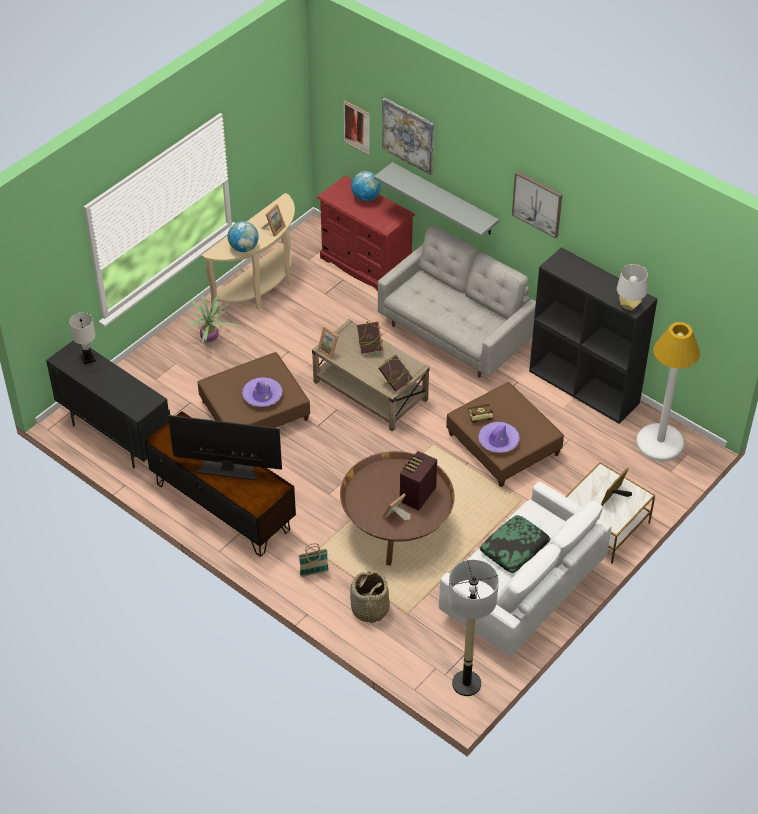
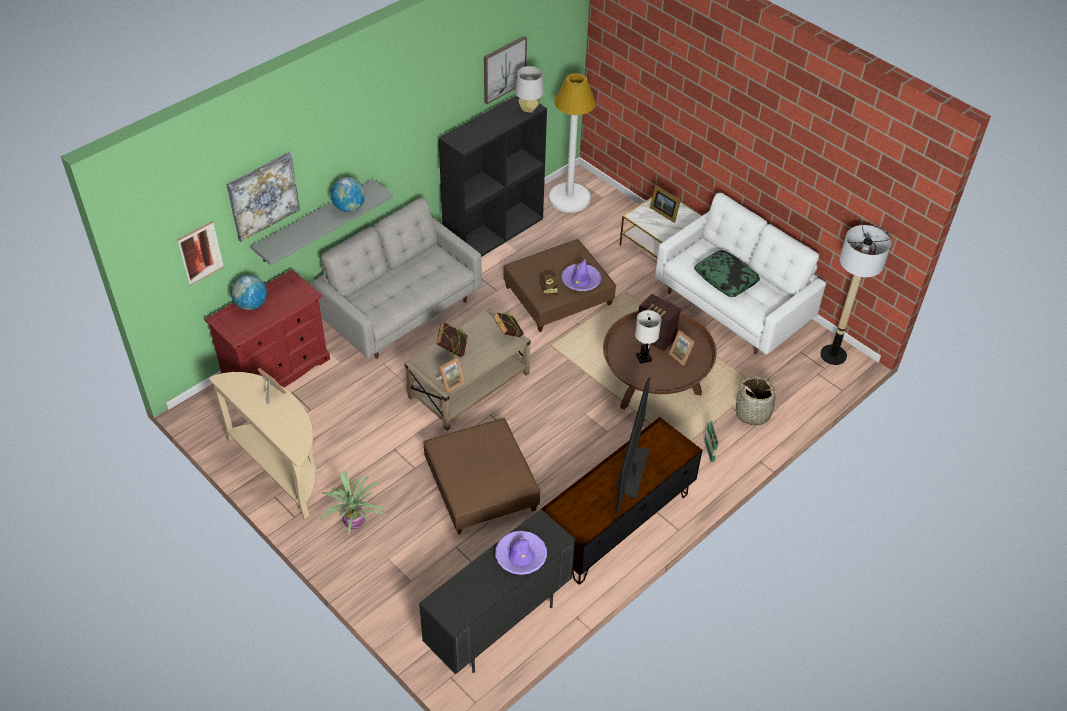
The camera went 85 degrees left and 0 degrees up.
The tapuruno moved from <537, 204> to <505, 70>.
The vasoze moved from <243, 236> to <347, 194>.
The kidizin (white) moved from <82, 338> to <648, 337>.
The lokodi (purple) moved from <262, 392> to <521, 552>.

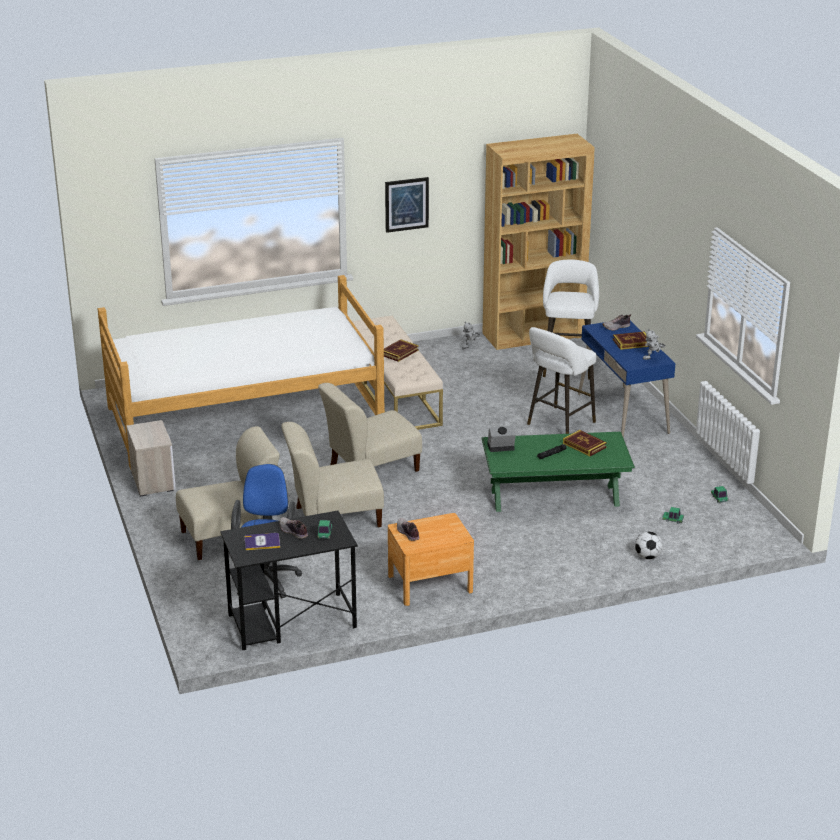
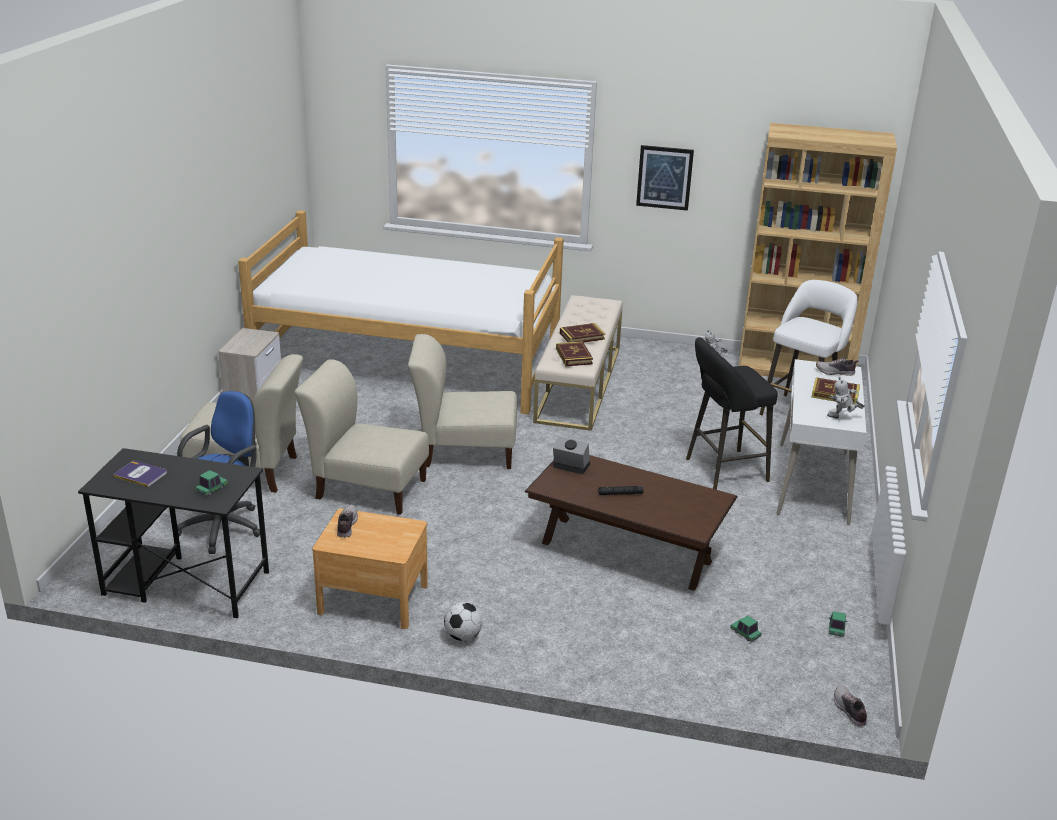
The camera went 30 degrees right and 0 degrees up.
The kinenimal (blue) at <627, 379> became the kinenimal (white) at <822, 442>.
The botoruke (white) at <561, 380> became the botoruke (black) at <732, 413>.
The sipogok moved from <585, 443> to <574, 353>.
The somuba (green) at <558, 472> became the somuba (brown) at <631, 523>.
The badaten moved from <293, 528> to <850, 706>.
The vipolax moved from <649, 545> to <463, 621>.

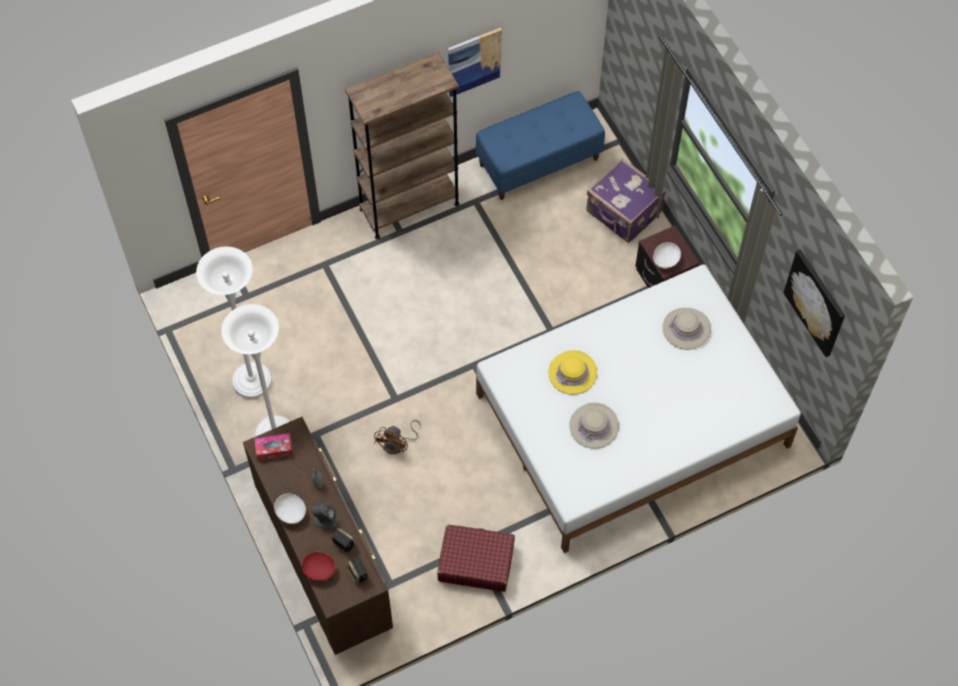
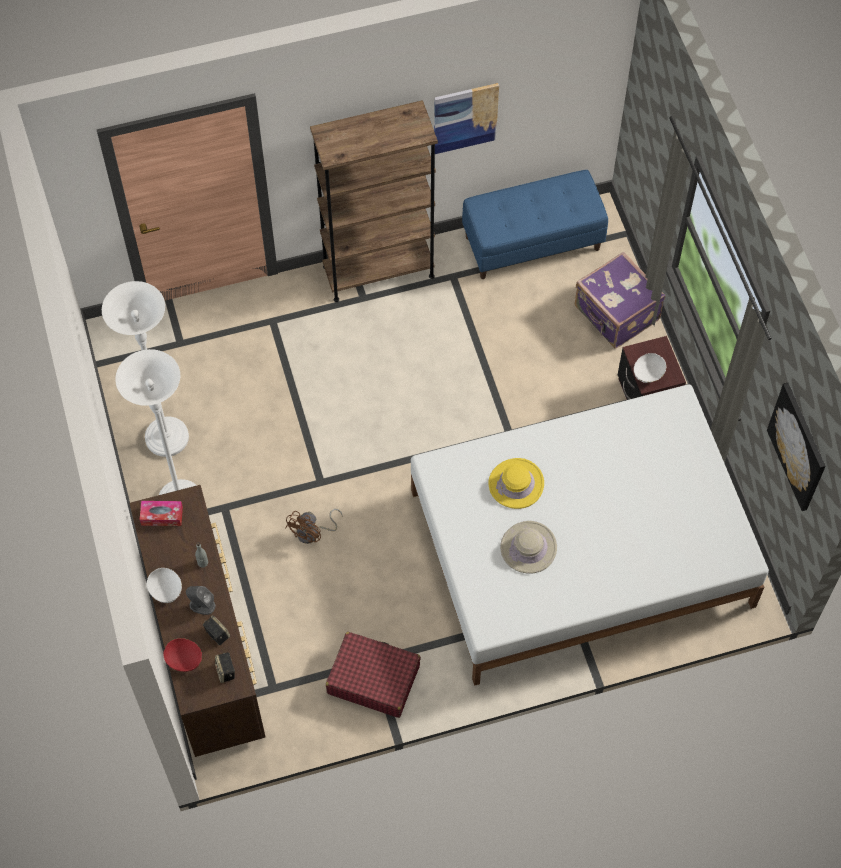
The camera went 10 degrees right and 0 degrees up.
The lokodi (beige) at <687, 329> disappeared.

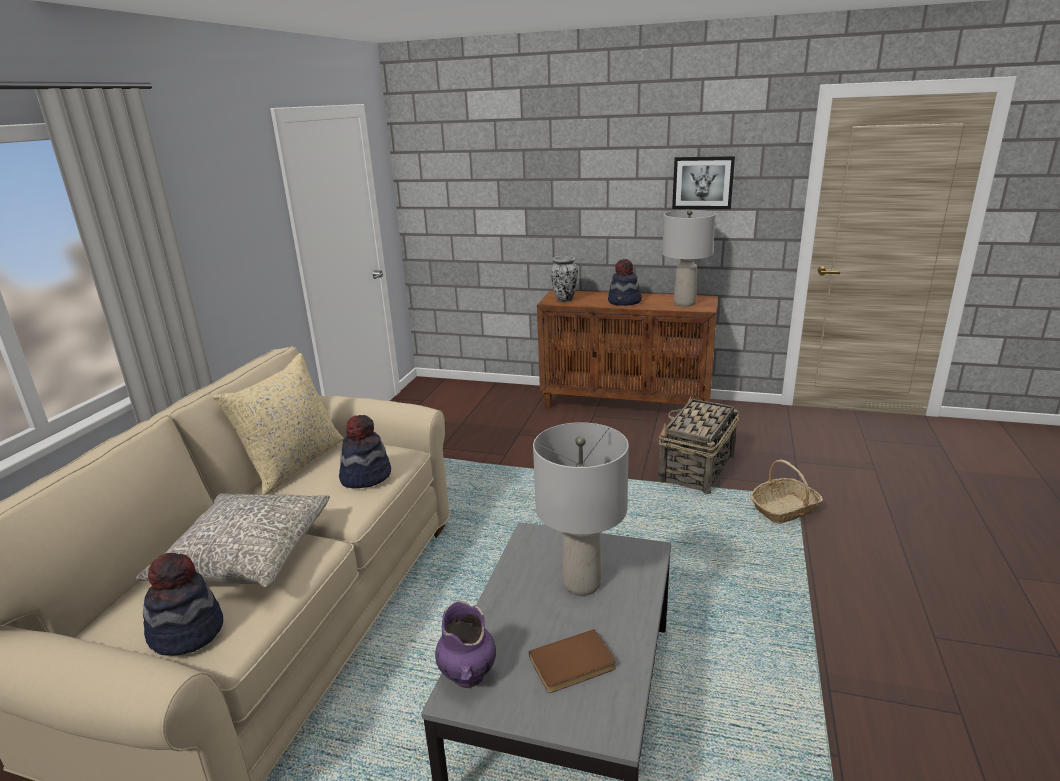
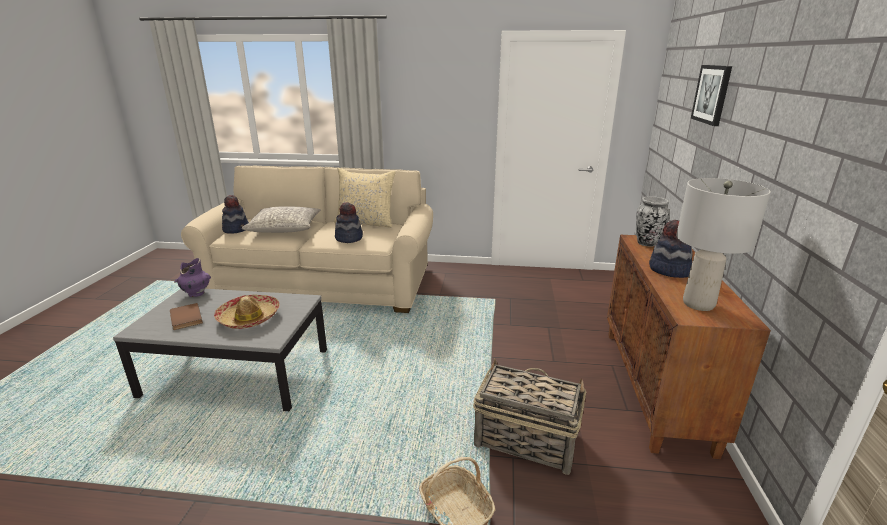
The camera went 80 degrees right and 0 degrees up.
The tapuruno moved from <703, 182> to <711, 95>.
The kidizin (grey) at <581, 509> was replaced by the lokodi at <247, 311>.

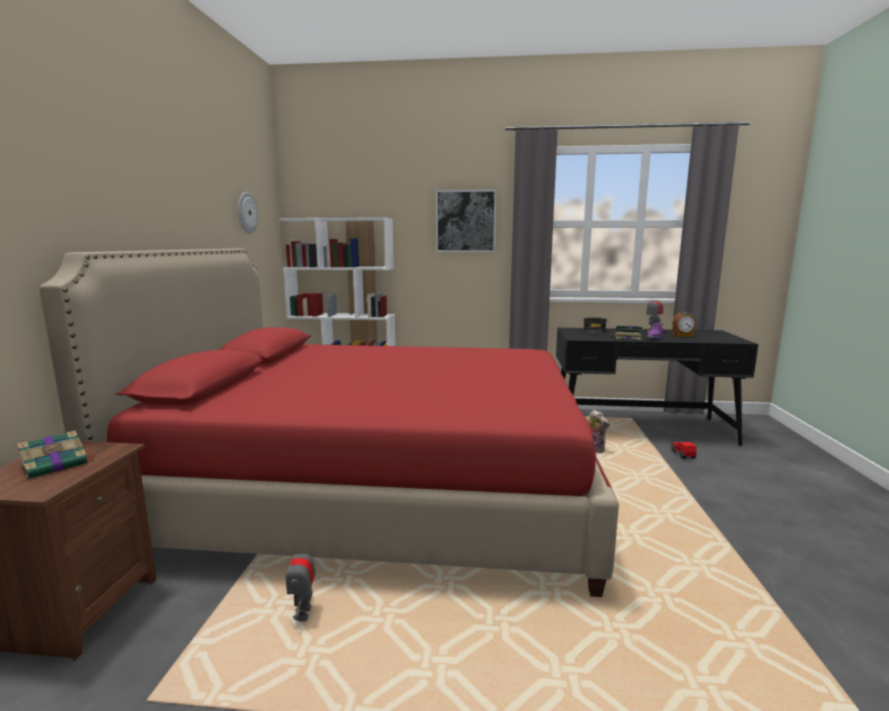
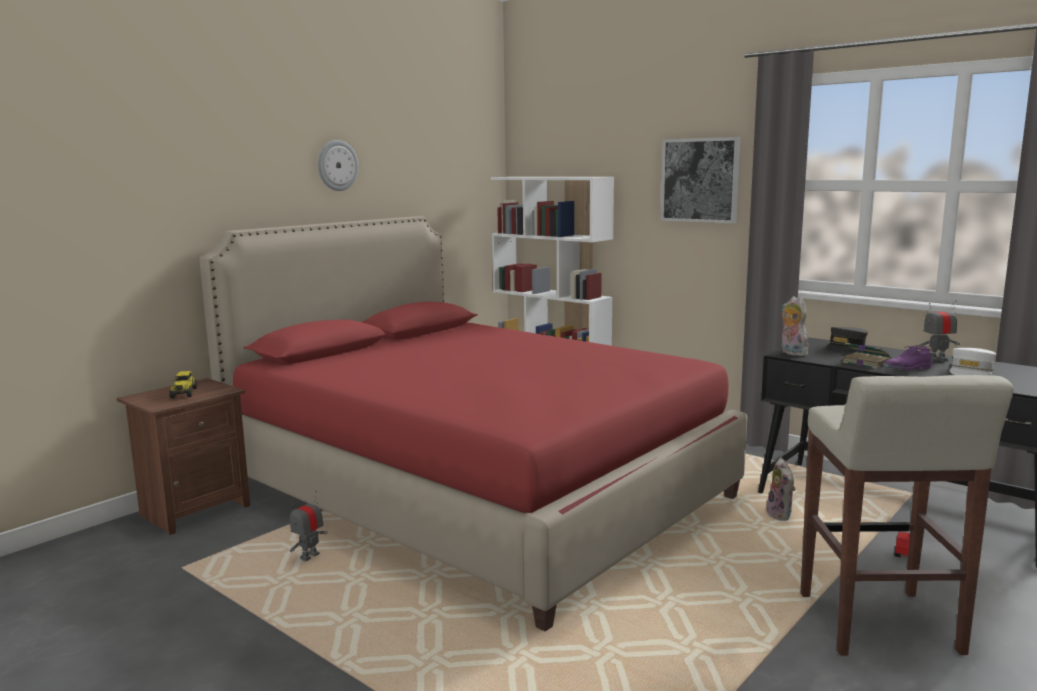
The camera went 35 degrees right and 0 degrees up.
The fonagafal moved from <248, 213> to <338, 165>.
The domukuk at <684, 324> was replaced by the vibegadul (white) at <972, 361>.
The sipogok at <56, 455> was replaced by the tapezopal at <183, 384>.
The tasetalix at <794, 326> appeared.
The botoruke (beige) at <907, 515> appeared.

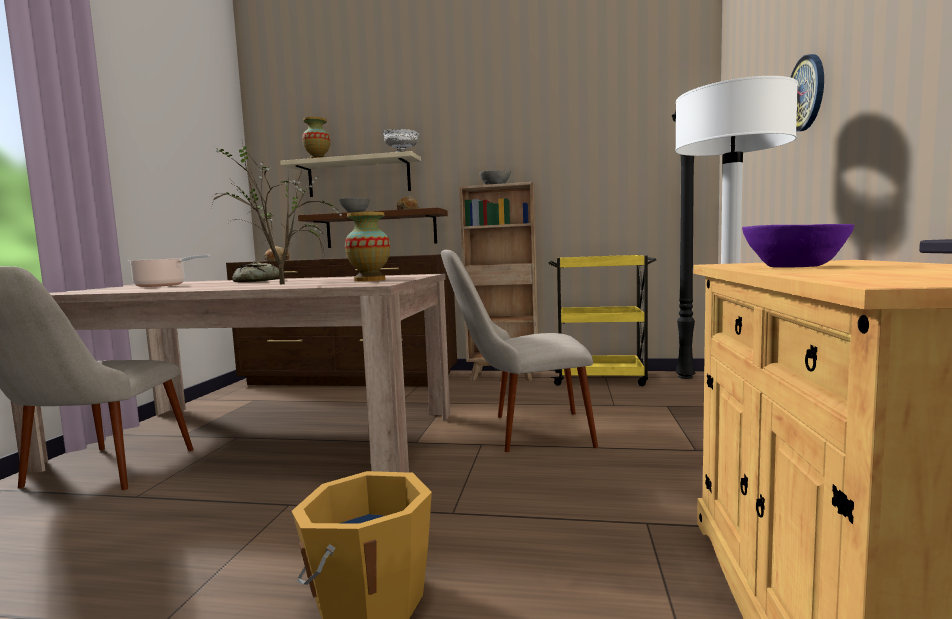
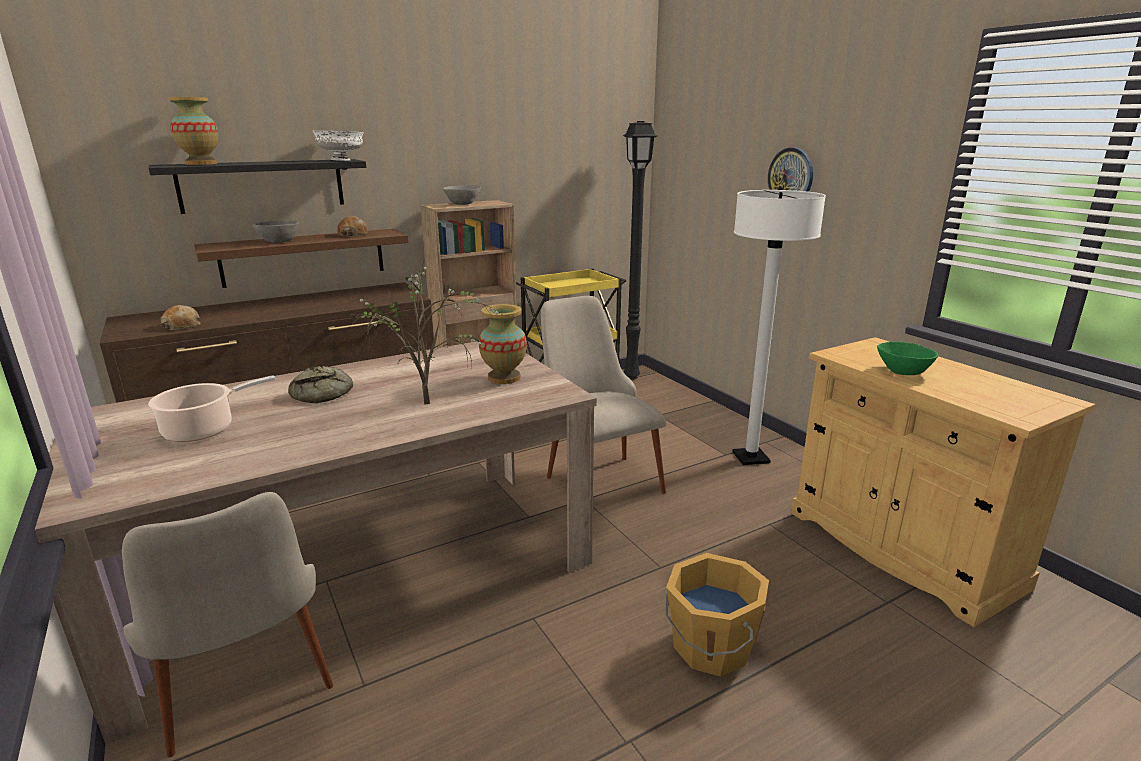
The camera went 40 degrees left and 15 degrees up.
The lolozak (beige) at <350, 174> became the lolozak (black) at <257, 186>.
The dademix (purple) at <798, 246> became the dademix (green) at <907, 358>.
The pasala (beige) at <519, 351> turned 105 degrees clockwise.

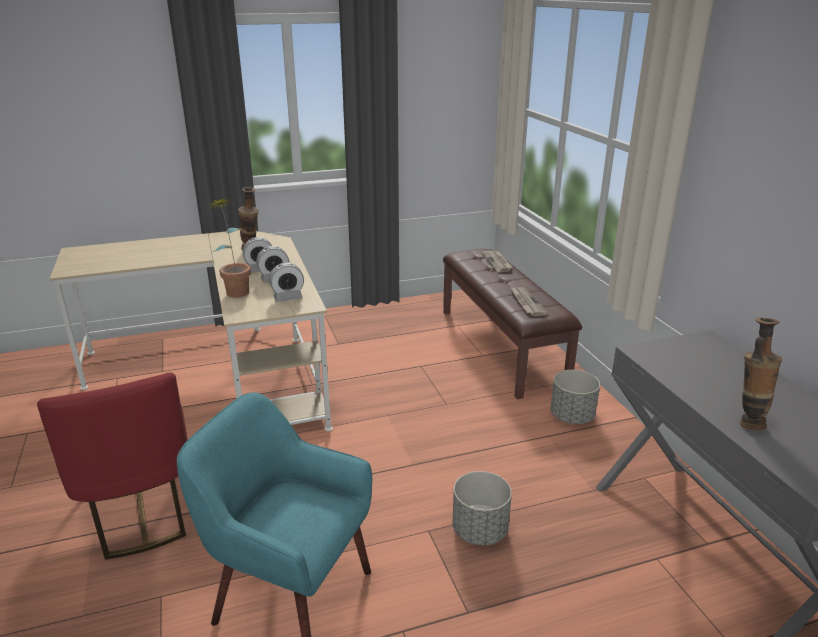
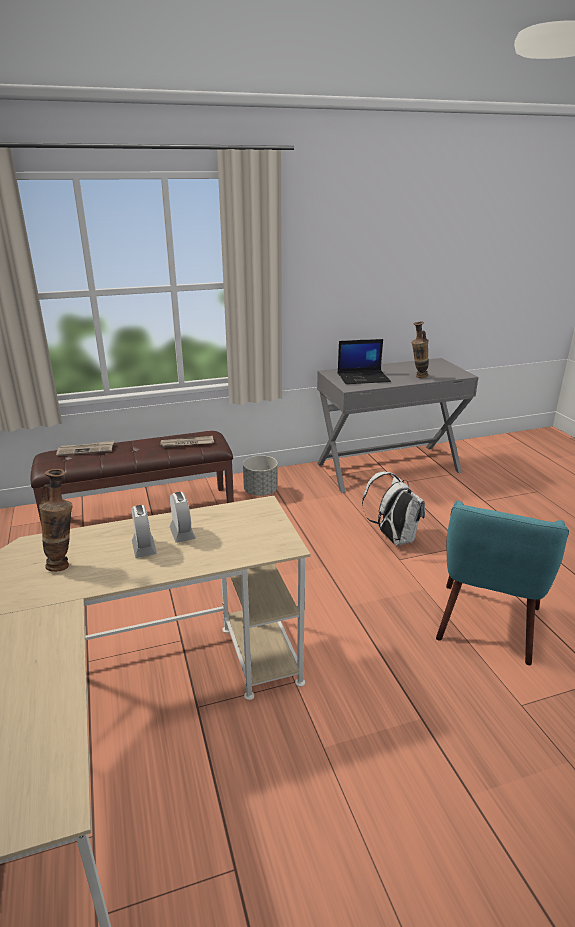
The camera went 90 degrees left and 0 degrees up.
The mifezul at <228, 247> disappeared.
The domukuk at <286, 282> disappeared.
The pasala (red) at <112, 466> disappeared.
The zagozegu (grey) at <482, 508> was replaced by the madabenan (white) at <393, 508>.
The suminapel at <364, 361> appeared.

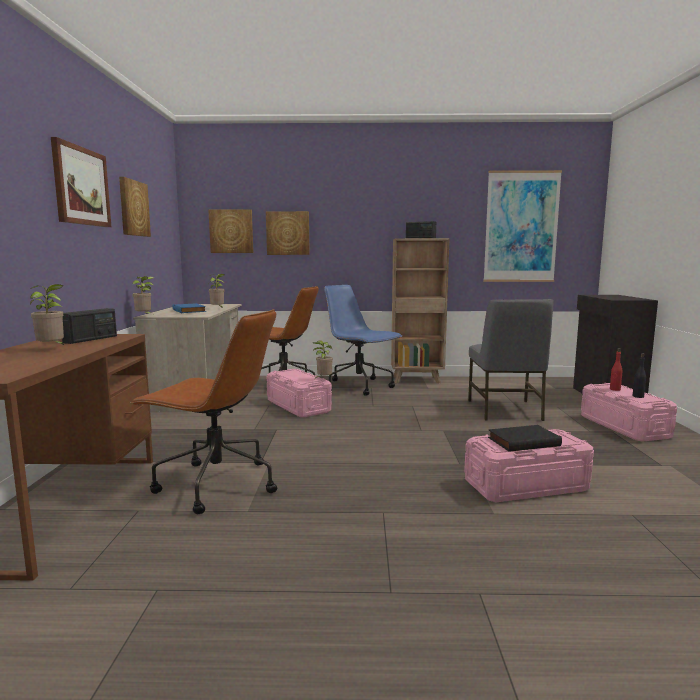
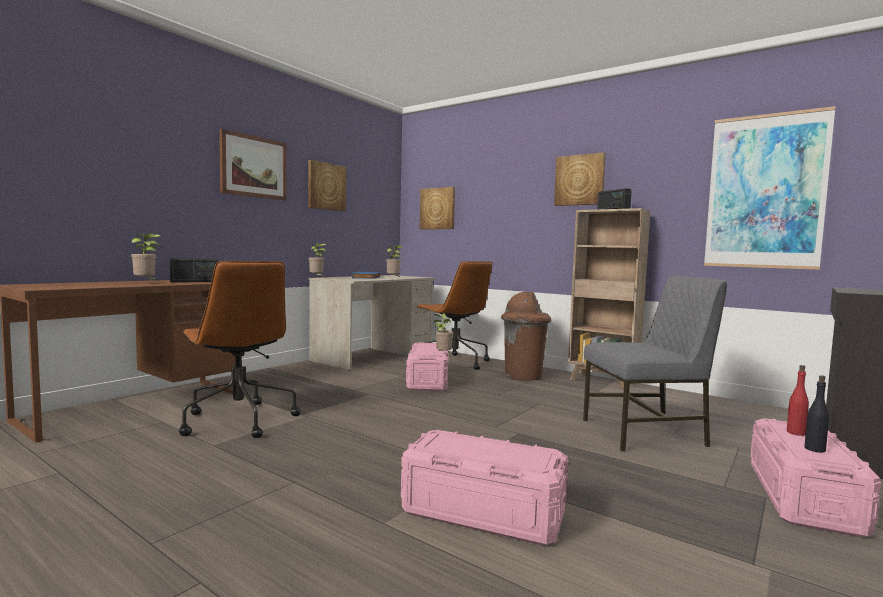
The camera went 35 degrees right and 5 degrees down.
The tapuruno moved from <288, 233> to <580, 179>.
The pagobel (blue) at <363, 340> was replaced by the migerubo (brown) at <526, 336>.
The pasala (grey) at <511, 360> turned 135 degrees counterclockwise.
The sipogok (black) at <525, 438> disappeared.

